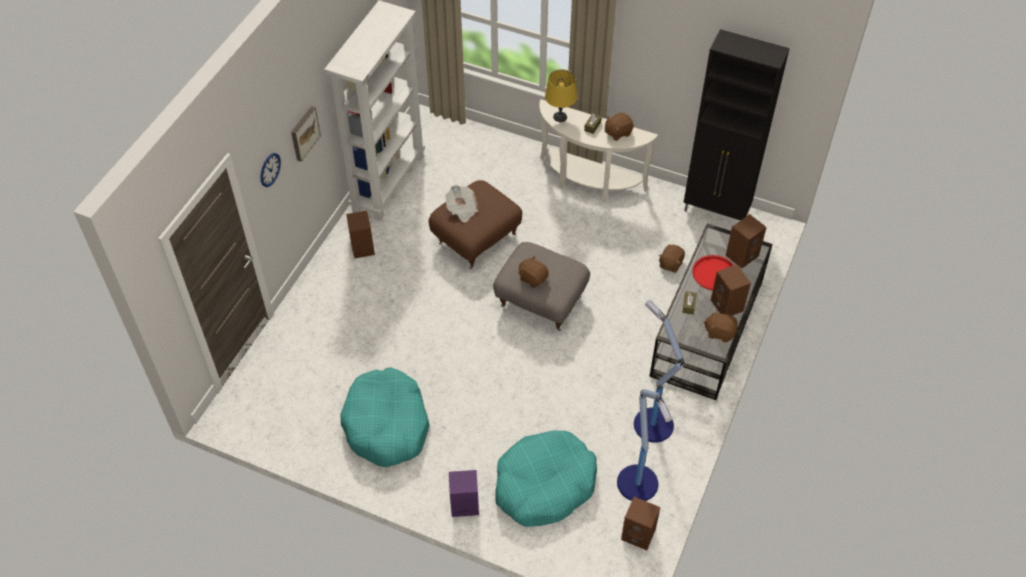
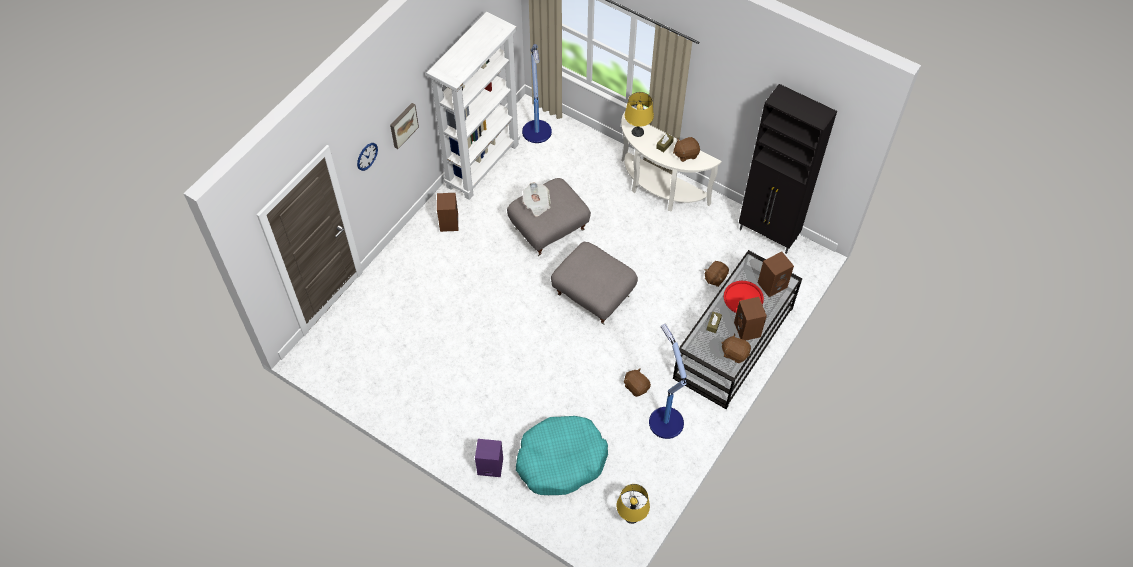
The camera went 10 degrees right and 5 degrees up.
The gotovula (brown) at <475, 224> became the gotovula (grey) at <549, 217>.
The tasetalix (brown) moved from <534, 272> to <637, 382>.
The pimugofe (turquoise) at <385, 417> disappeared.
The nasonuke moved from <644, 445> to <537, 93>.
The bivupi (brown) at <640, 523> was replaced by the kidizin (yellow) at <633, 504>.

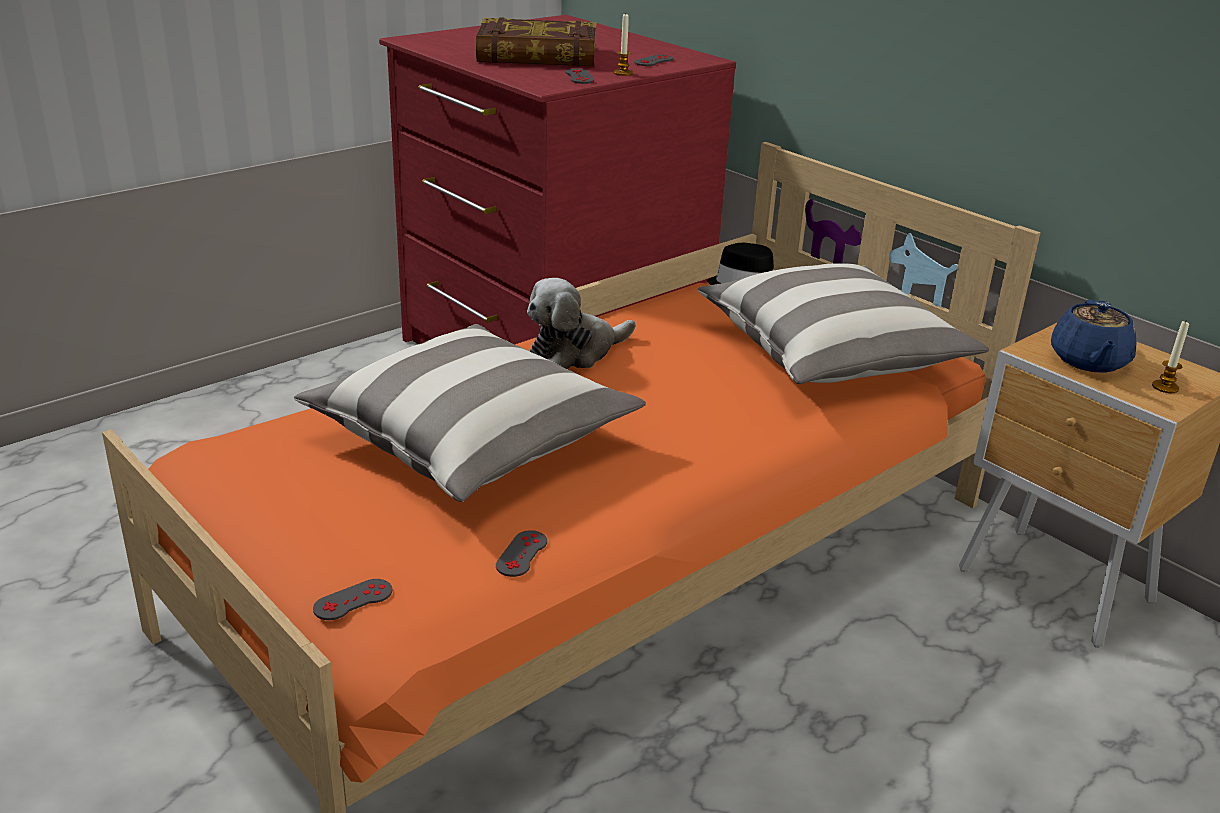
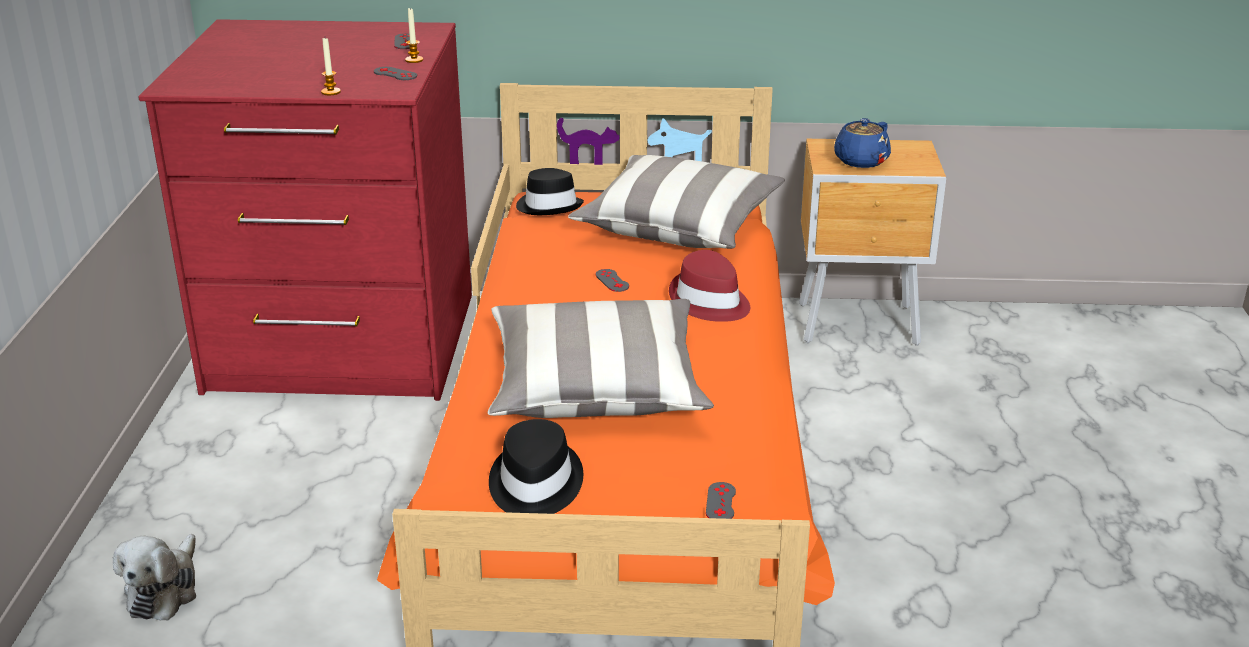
The camera went 45 degrees left and 0 degrees up.
The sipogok at <536, 41> disappeared.
The tasetalix moved from <581, 323> to <154, 577>.
The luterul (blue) at <1093, 336> turned 75 degrees clockwise.
The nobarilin moved from <1170, 356> to <331, 66>.
The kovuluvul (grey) moved from <521, 553> to <612, 280>.
The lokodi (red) at <709, 286> appeared.
The lokodi (black) at <536, 466> appeared.

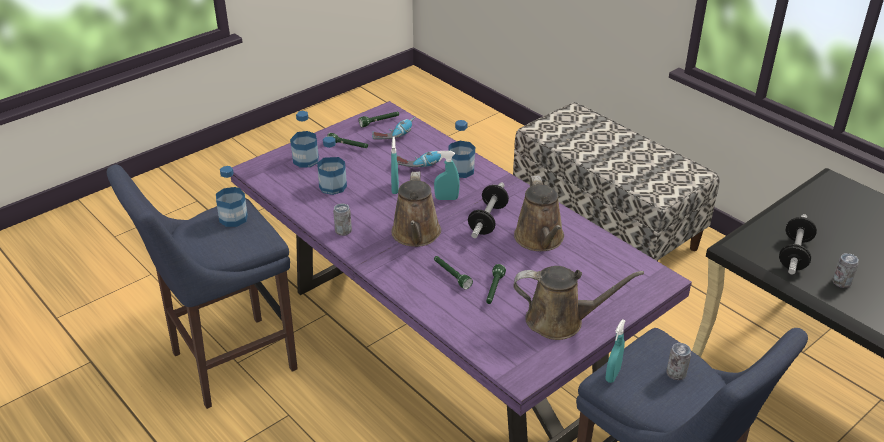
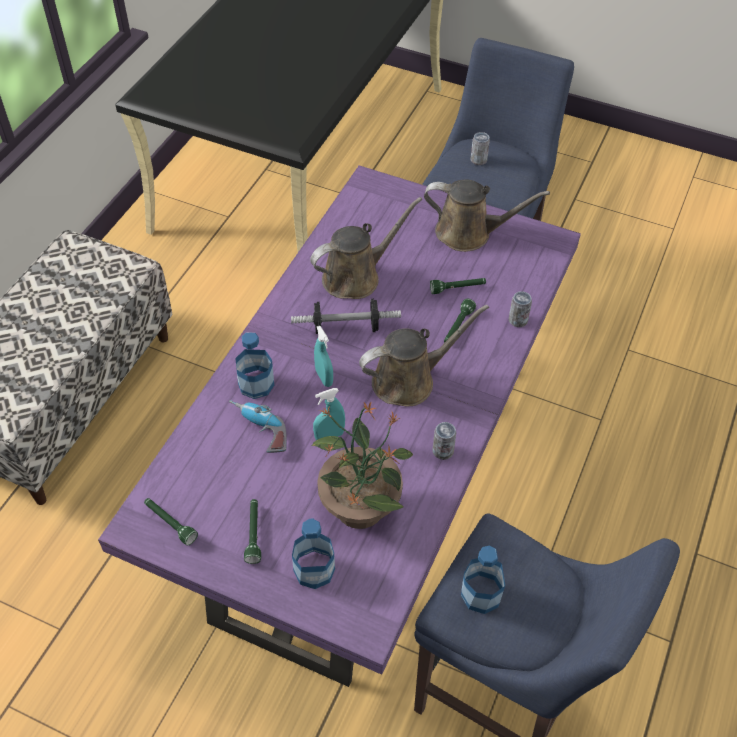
The camera went 115 degrees left and 15 degrees up.
The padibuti at <393, 128> disappeared.
The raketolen at <332, 165> was replaced by the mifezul at <362, 465>.
The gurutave at <798, 244> disappeared.
The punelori moved from <845, 270> to <520, 309>.
The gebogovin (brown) at <578, 303> turned 120 degrees clockwise.
The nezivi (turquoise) at <615, 351> disappeared.

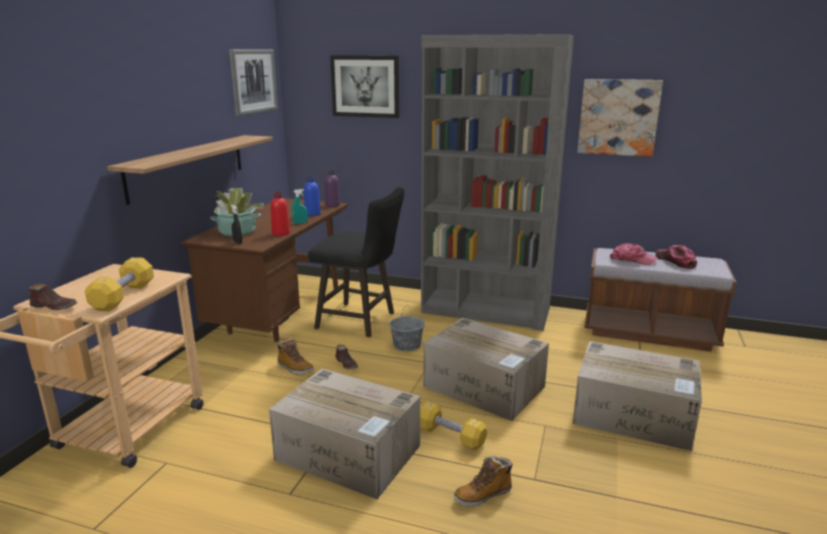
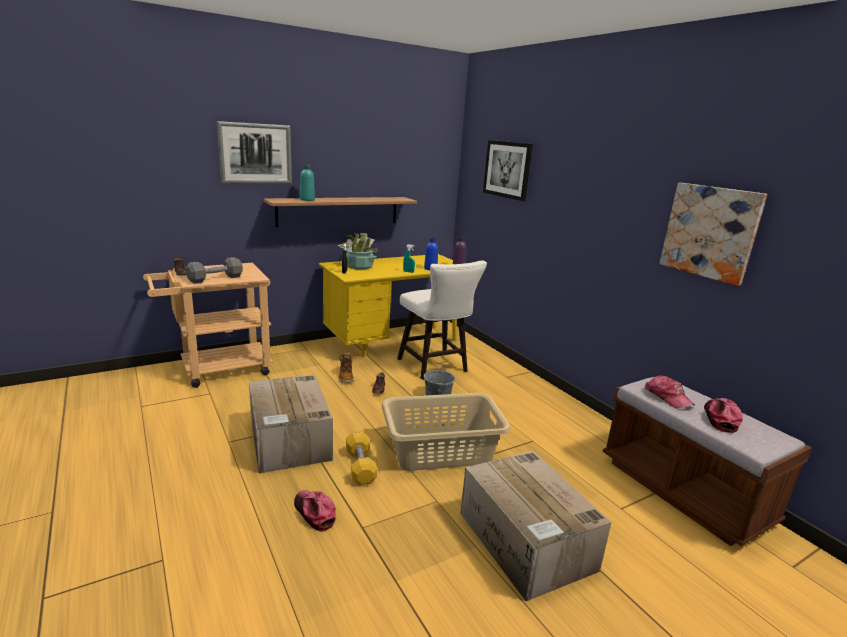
The camera went 40 degrees right and 0 degrees up.
The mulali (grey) at <497, 182> disappeared.
The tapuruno moved from <253, 82> to <254, 152>.
The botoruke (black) at <356, 262> became the botoruke (white) at <442, 320>.
The raketolen (red) at <280, 214> disappeared.
The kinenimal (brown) at <264, 270> became the kinenimal (yellow) at <388, 305>.
The gurutave (yellow) at <119, 284> became the gurutave (grey) at <214, 270>.
The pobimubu at <486, 369> was replaced by the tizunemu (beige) at <446, 432>.
The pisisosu at <483, 481> was replaced by the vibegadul at <315, 511>.
The raketolen (turquoise) at <307, 183> appeared.

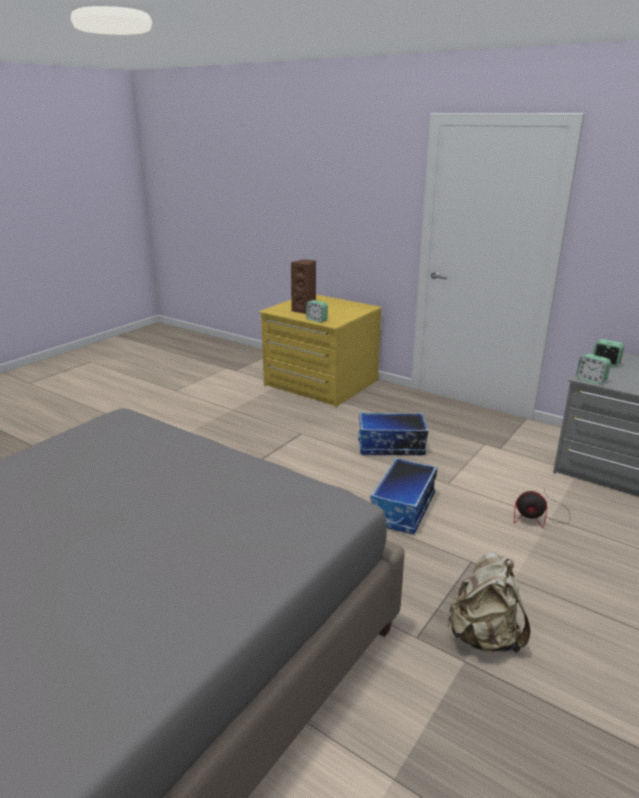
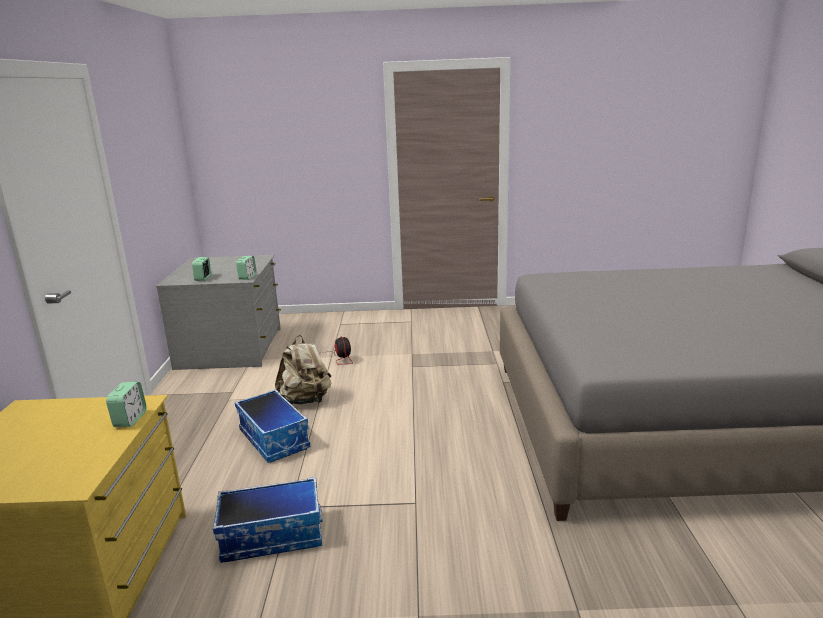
The camera went 125 degrees left and 5 degrees down.
The bivupi (brown) at <303, 286> disappeared.
The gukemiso moved from <403, 496> to <268, 520>.
The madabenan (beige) moved from <489, 602> to <303, 369>.

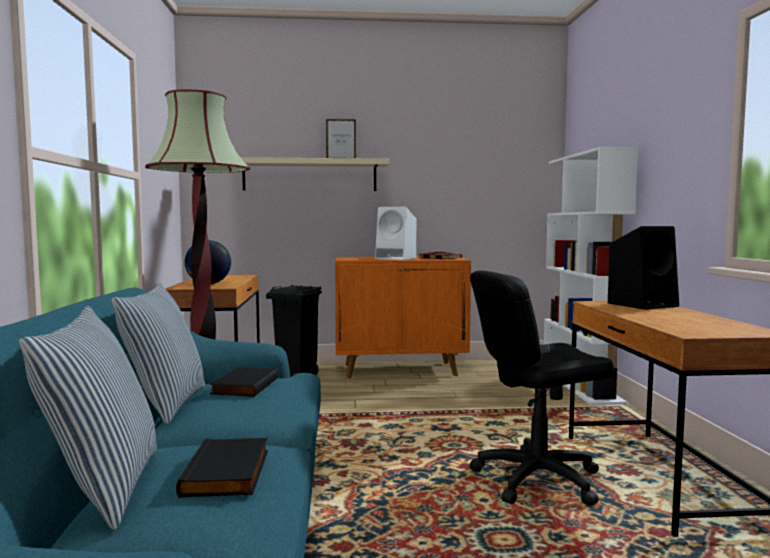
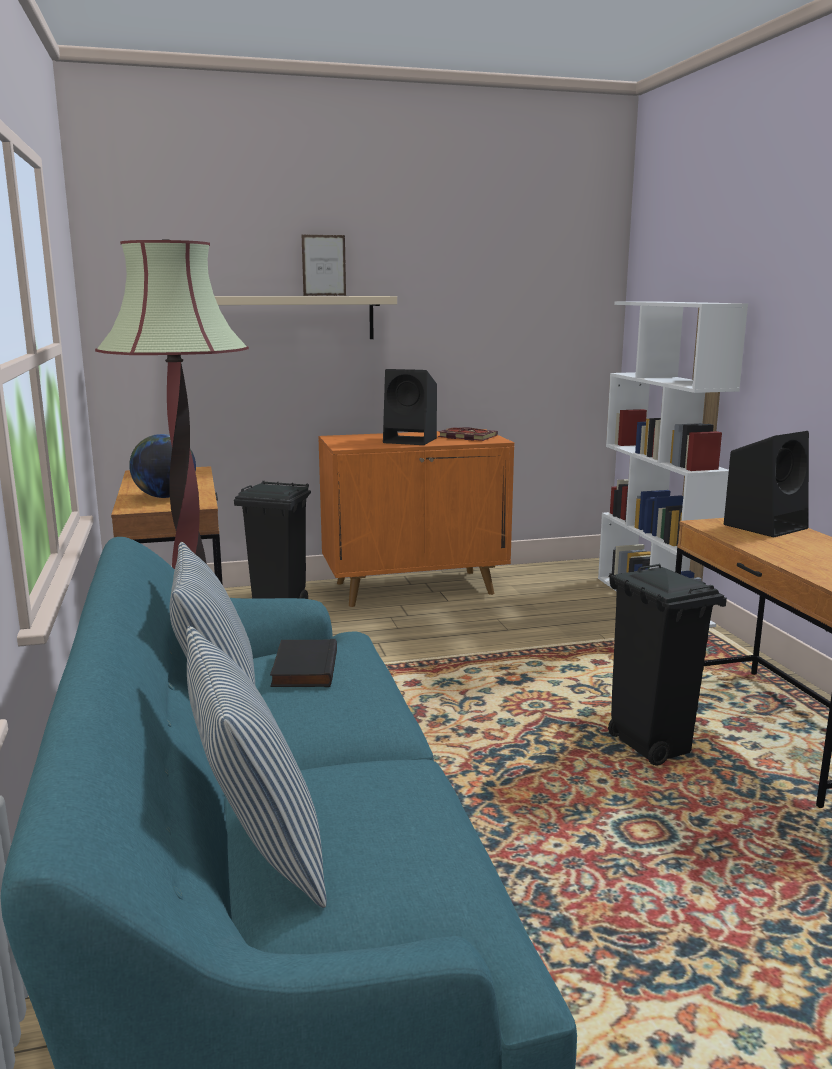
The camera went 10 degrees left and 10 degrees up.
The bivupi (white) at <395, 233> became the bivupi (black) at <410, 407>.
The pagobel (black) at <542, 387> was replaced by the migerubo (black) at <667, 665>.
The sipogok (black) at <222, 468> disappeared.

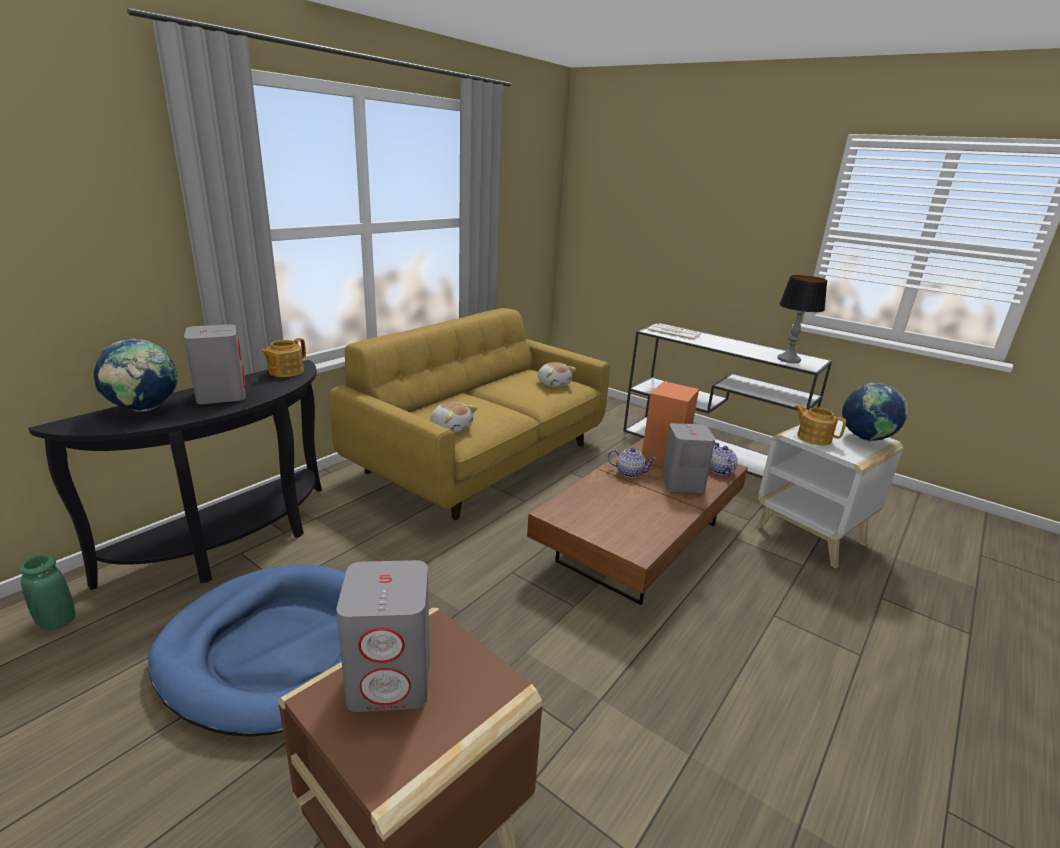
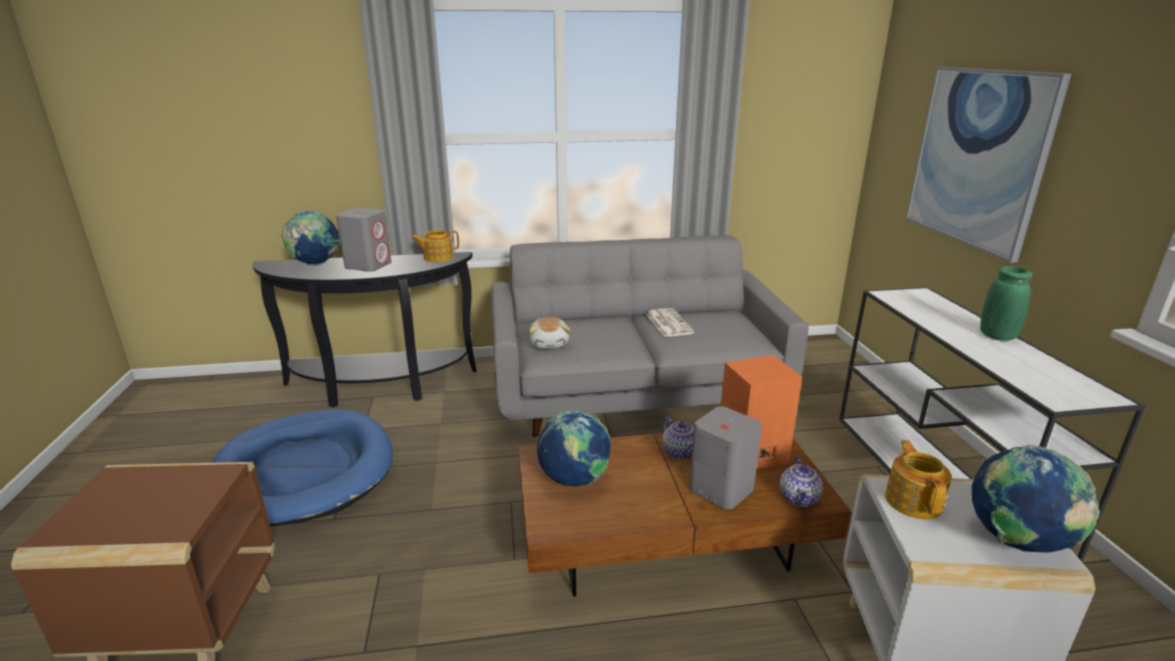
The camera went 45 degrees right and 0 degrees up.
The kidizin at <802, 319> disappeared.
The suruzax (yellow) at <469, 414> became the suruzax (grey) at <649, 336>.
The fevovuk moved from <674, 332> to <670, 322>.
The tasetalix at <557, 374> disappeared.
The luterul at <724, 458> turned 150 degrees clockwise.
The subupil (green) moved from <47, 592> to <1006, 303>.
The bivupi (grey) at <383, 636> disappeared.
The tapuruno at <988, 165> appeared.
The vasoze at <574, 448> appeared.

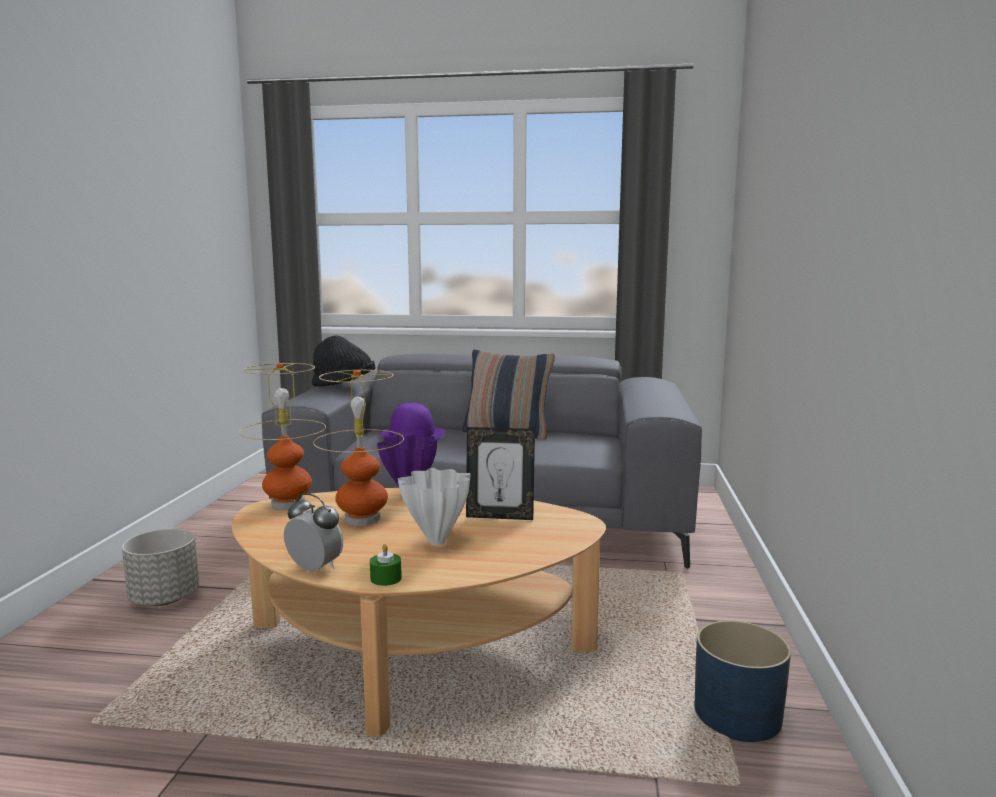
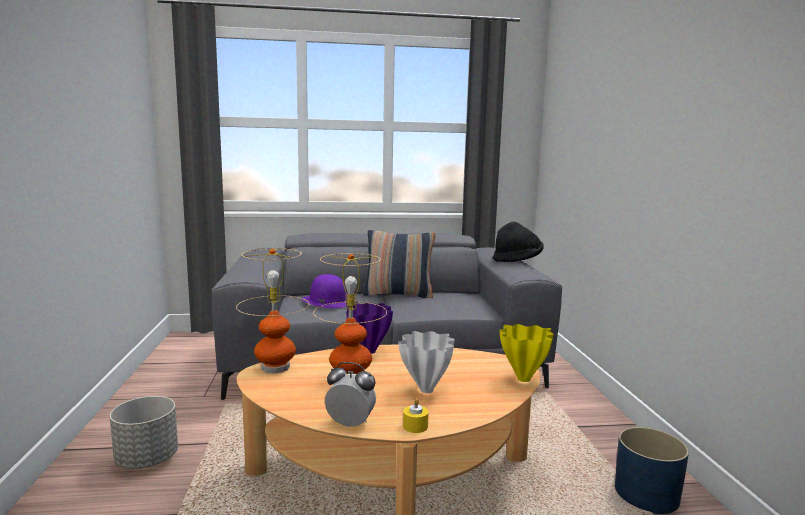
The camera went 15 degrees left and 0 degrees up.
The lokodi (black) moved from <343, 361> to <518, 242>.
The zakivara at <500, 473> disappeared.
The nobarilin (green) at <386, 565> became the nobarilin (yellow) at <416, 415>.
The subupil (yellow) at <527, 353> appeared.

